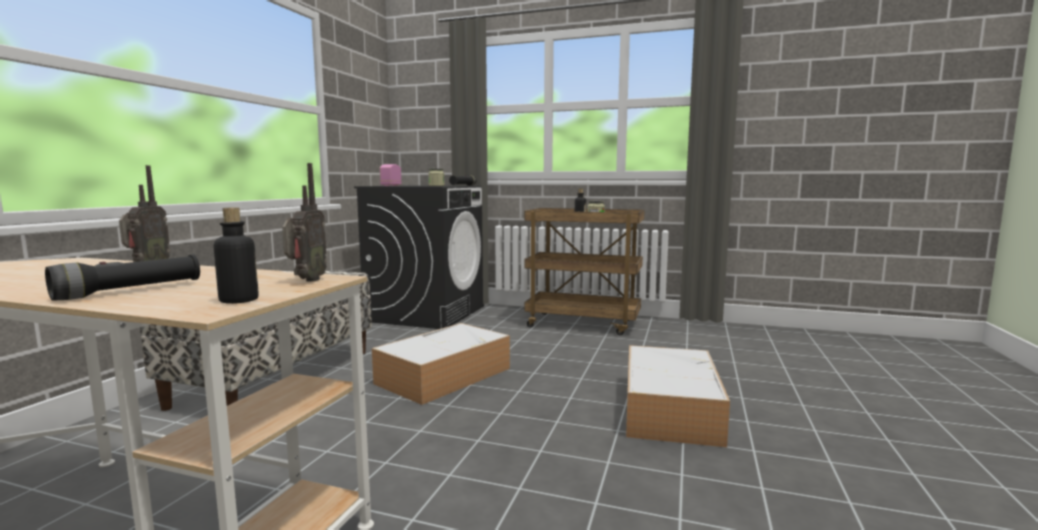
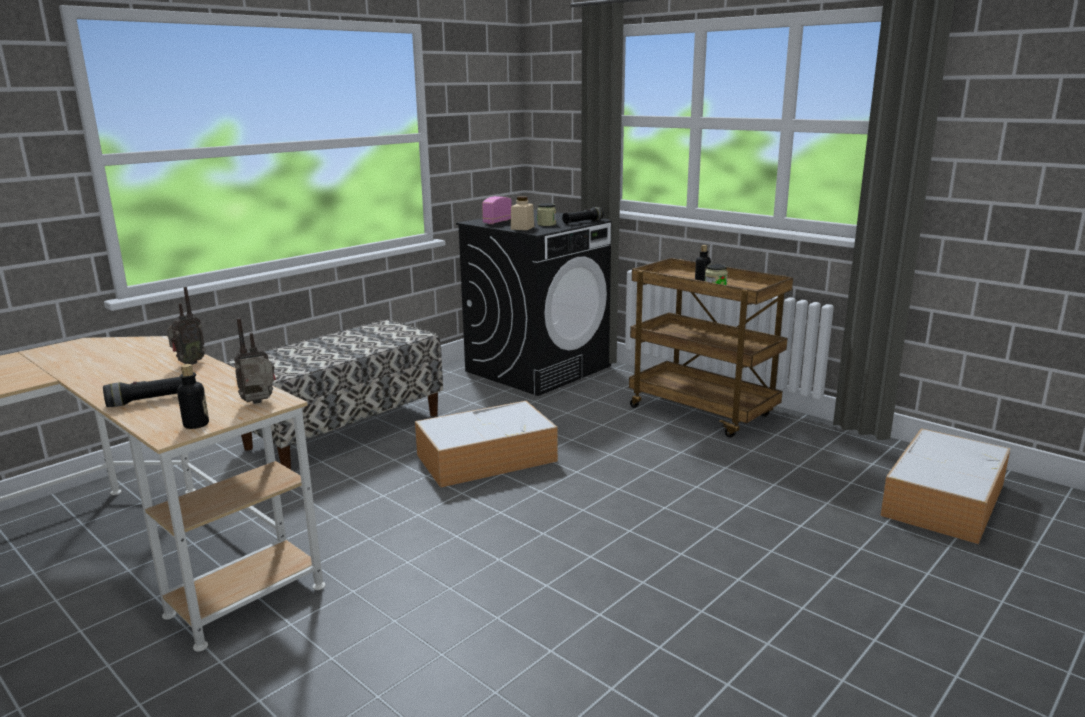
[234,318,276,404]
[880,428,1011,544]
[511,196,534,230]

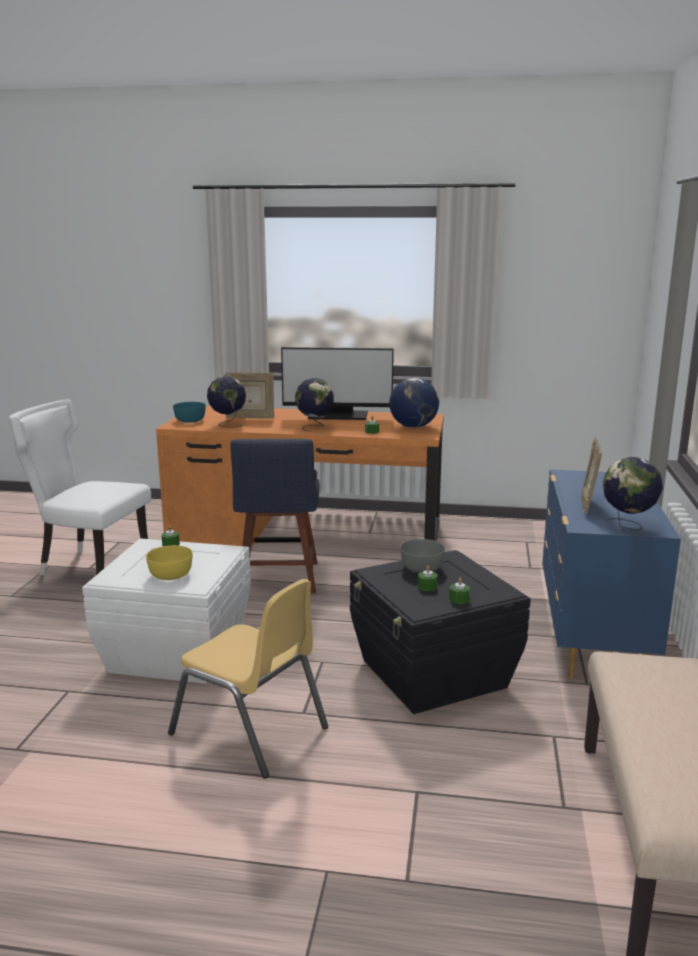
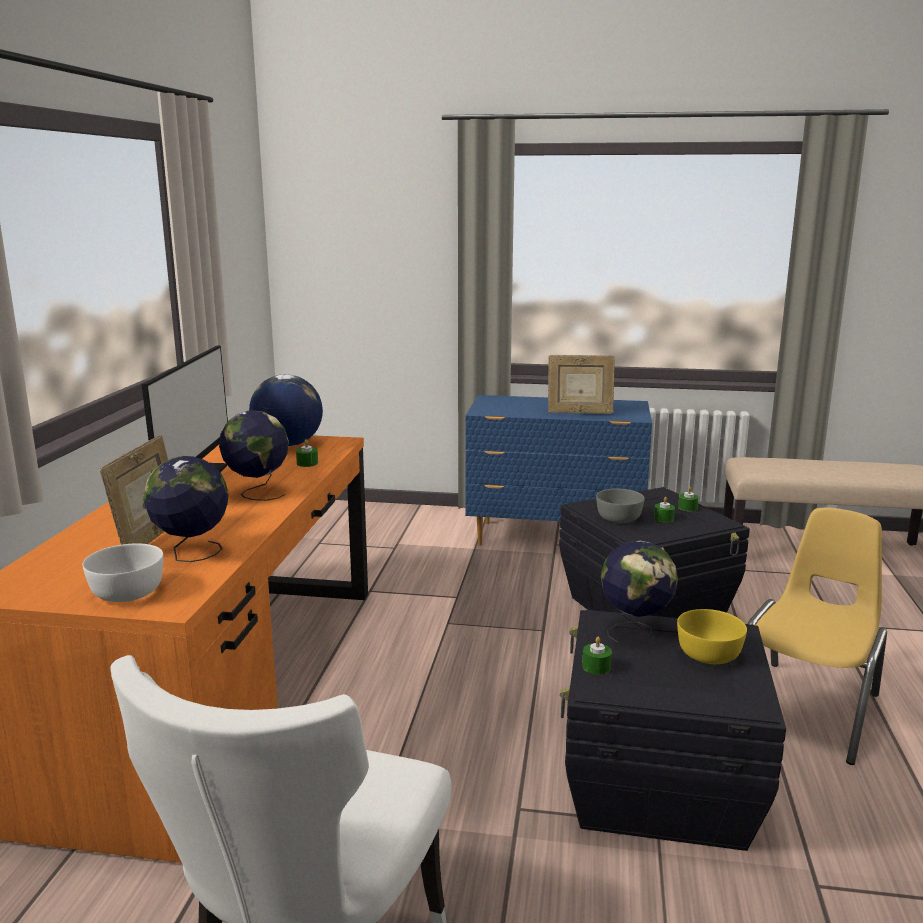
[83,543,163,602]
[230,439,320,593] (first image)
[600,540,678,642]
[560,610,786,851]

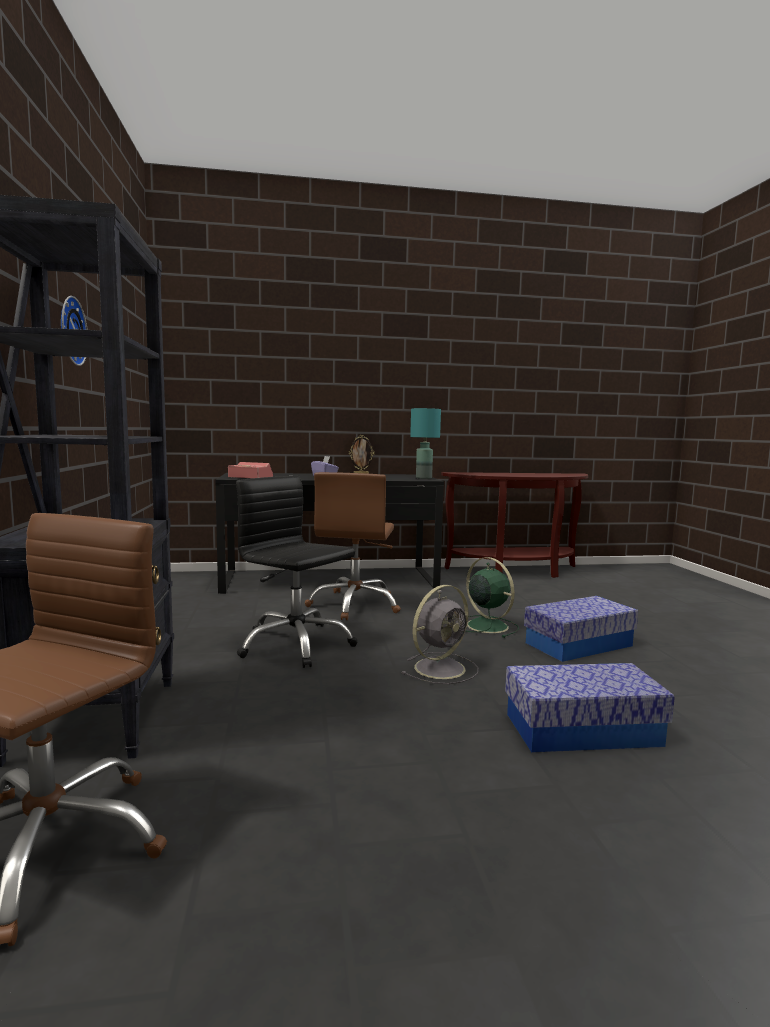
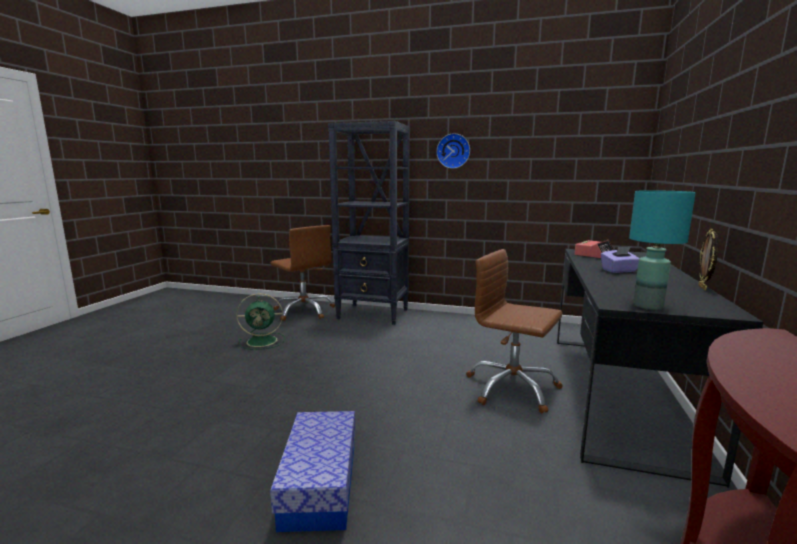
[236,476,358,668] (first image)
[237,293,285,350]
[401,585,478,684] (first image)
[505,663,675,752] (first image)

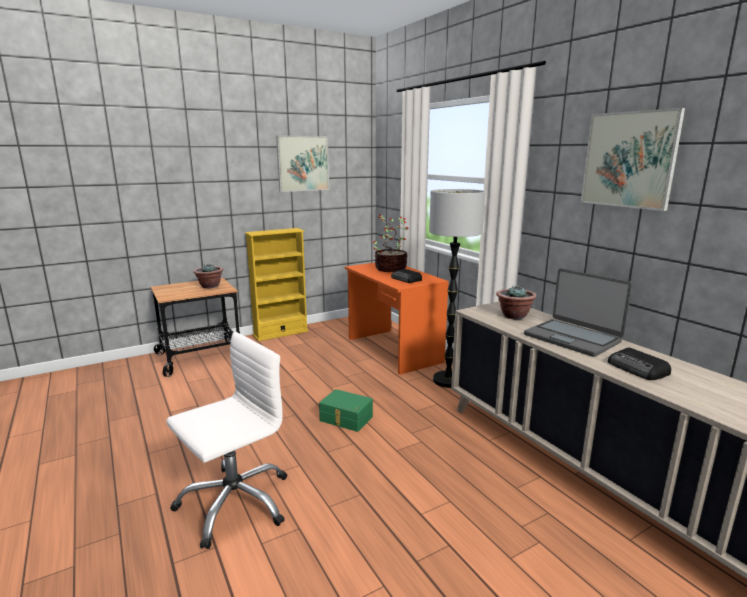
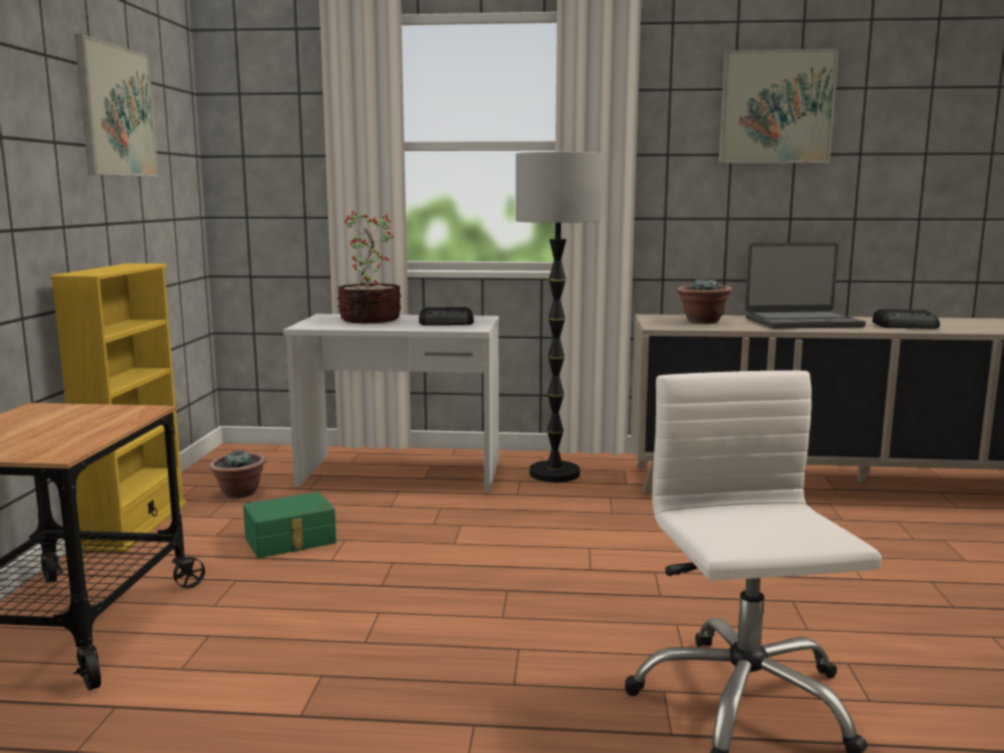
[209,449,266,498]
[283,314,499,492]
[243,492,337,558]

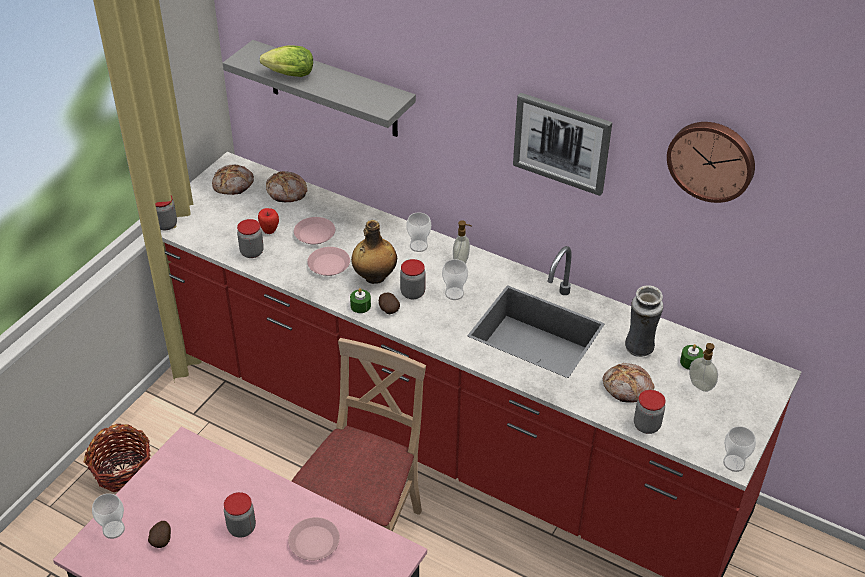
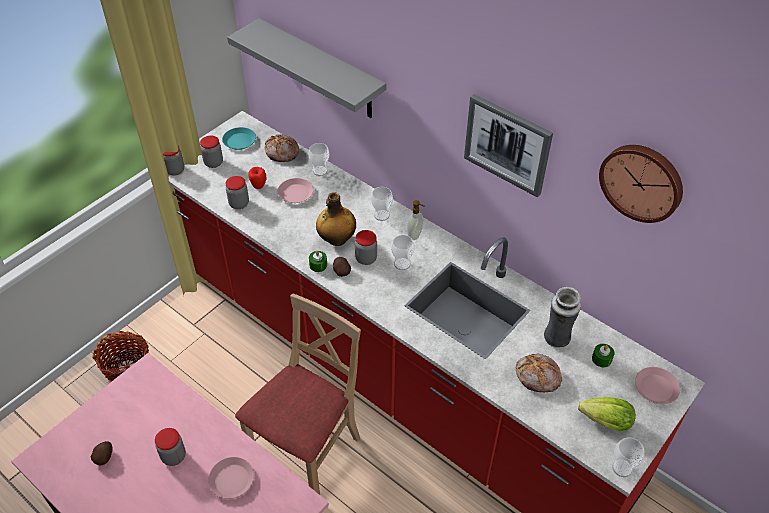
[578,397,636,431]
[222,127,256,150]
[635,367,680,404]
[689,343,718,392] (first image)
[200,136,223,168]
[308,143,330,176]

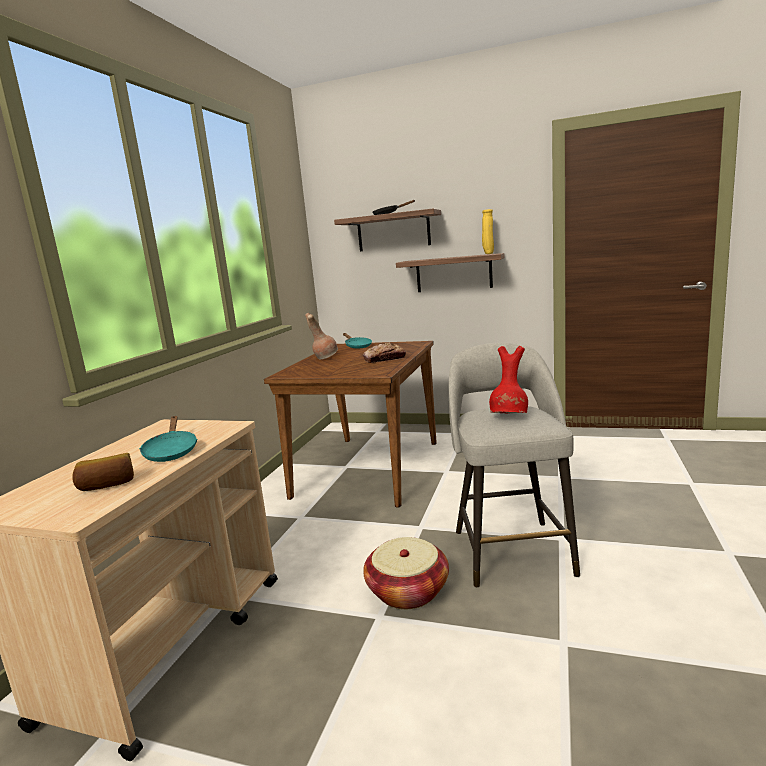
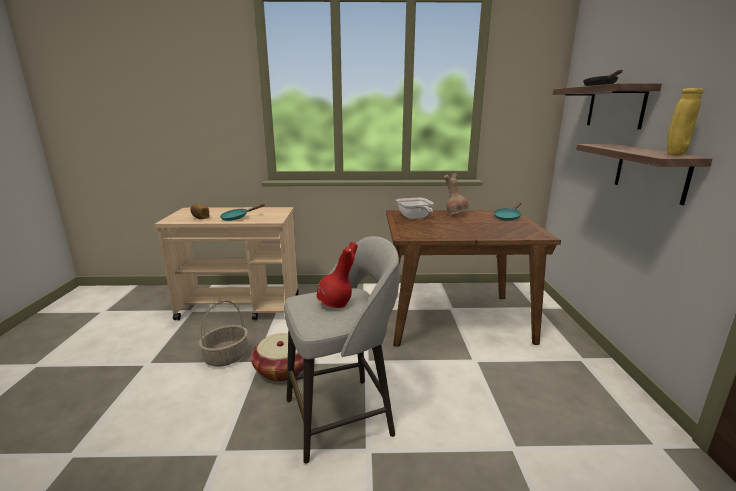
[363,343,406,363] (first image)
[396,198,434,219]
[199,300,248,367]

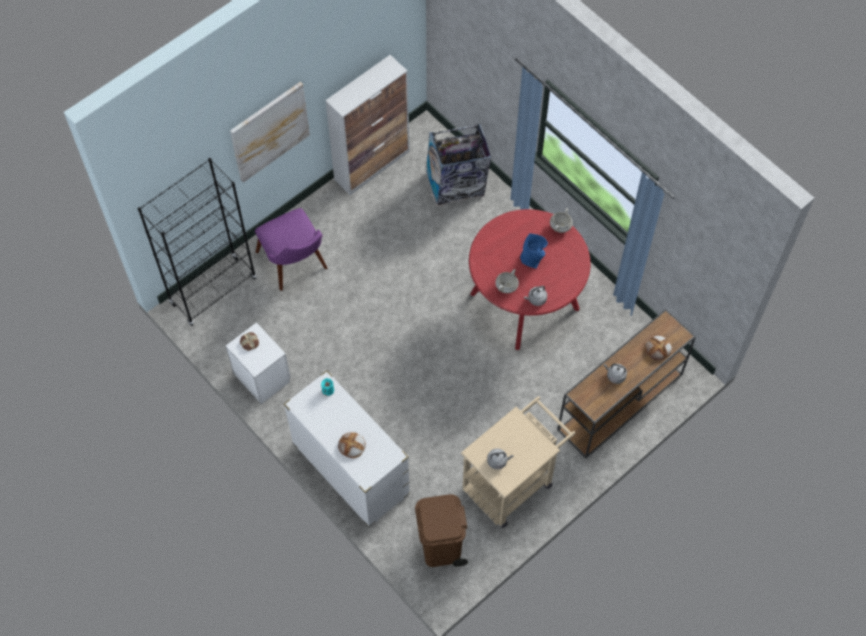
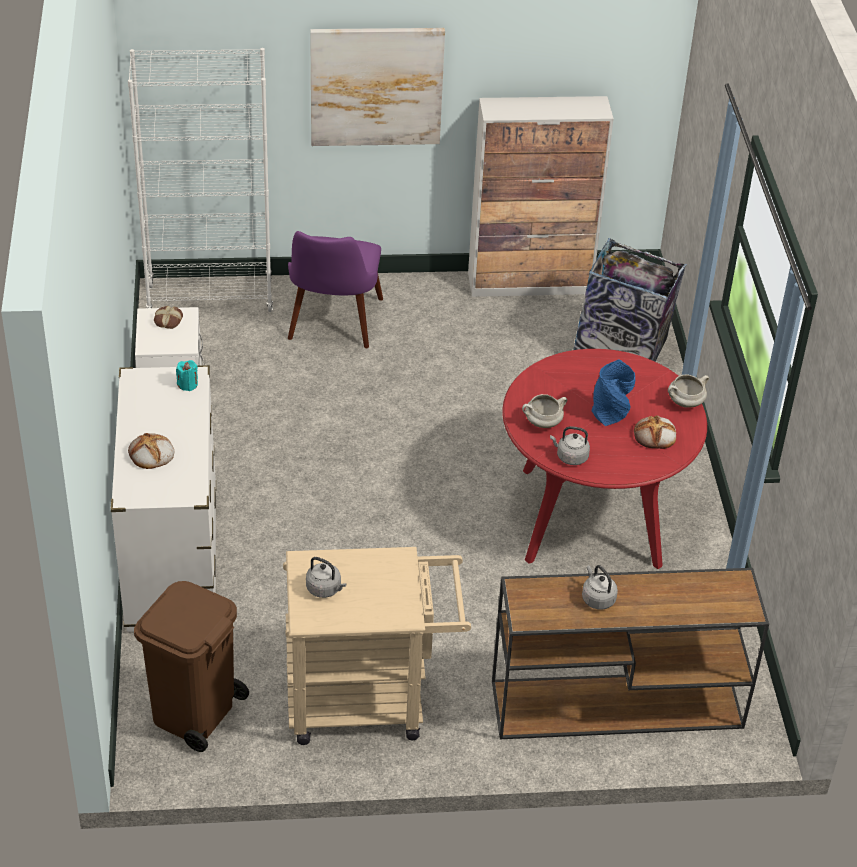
[128,48,273,312]
[634,415,676,449]

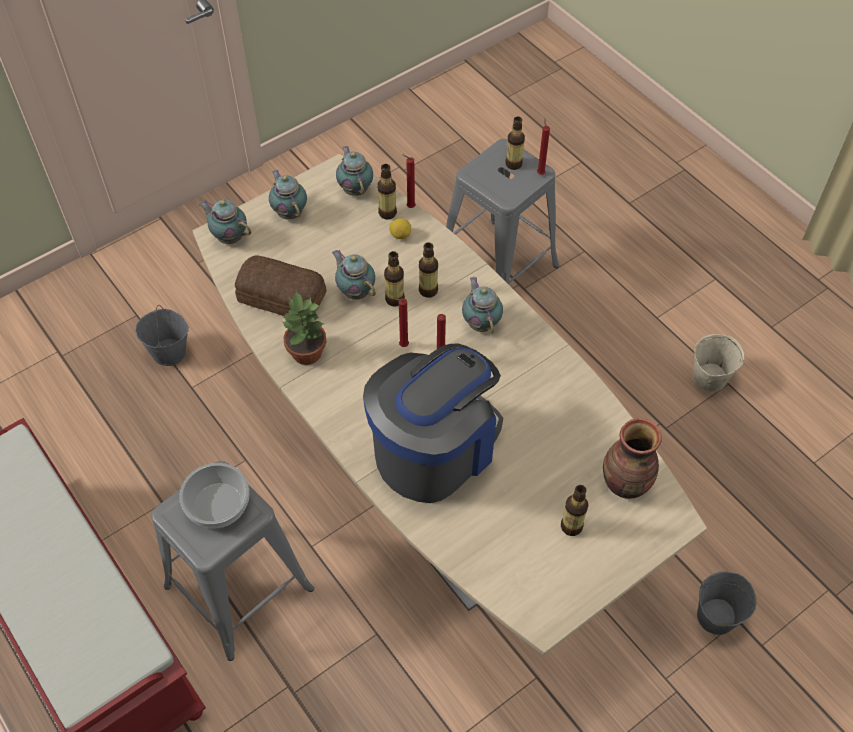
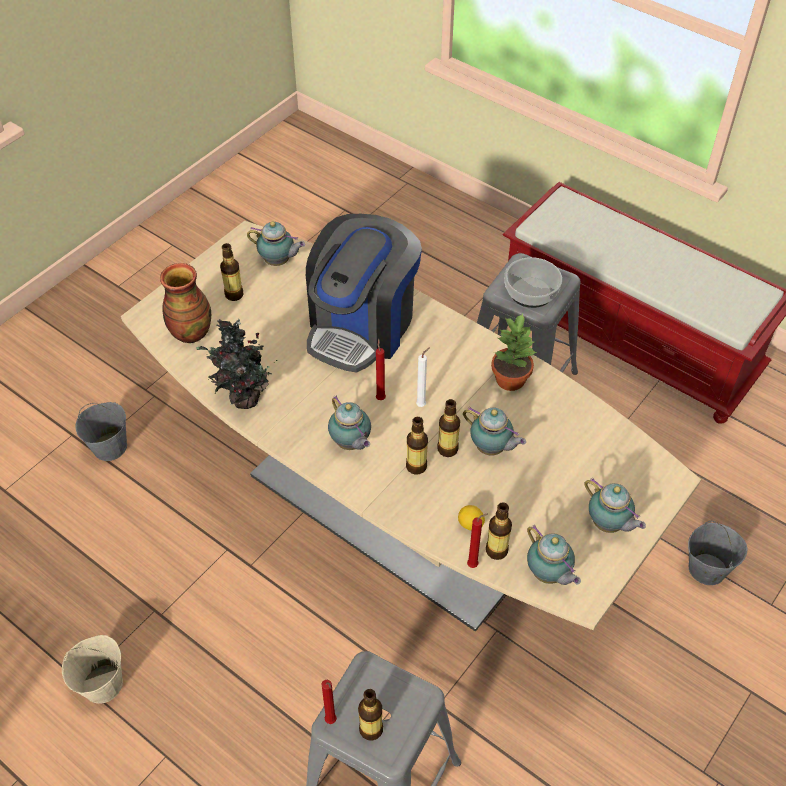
[247,221,305,266]
[235,255,326,316] (first image)
[416,348,429,407]
[196,318,277,409]

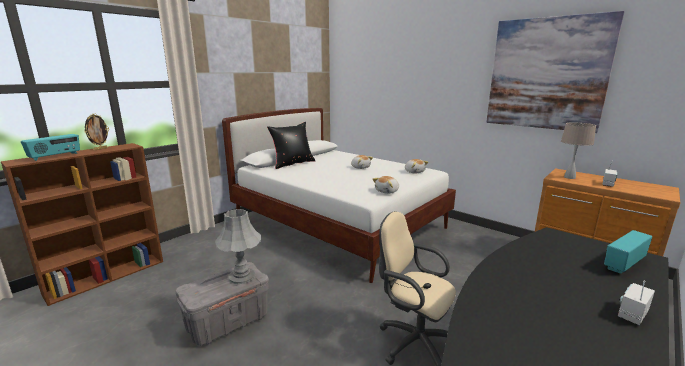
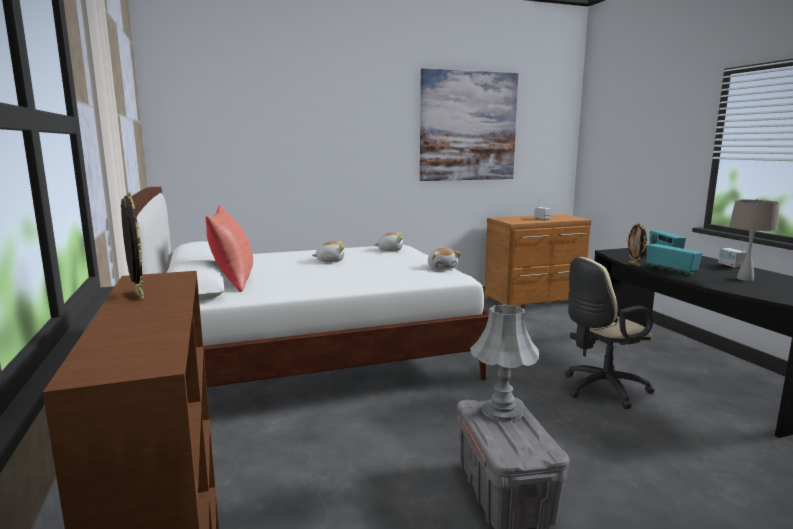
[205,205,253,292]
[729,199,779,281]
[646,244,702,275]
[627,222,647,267]

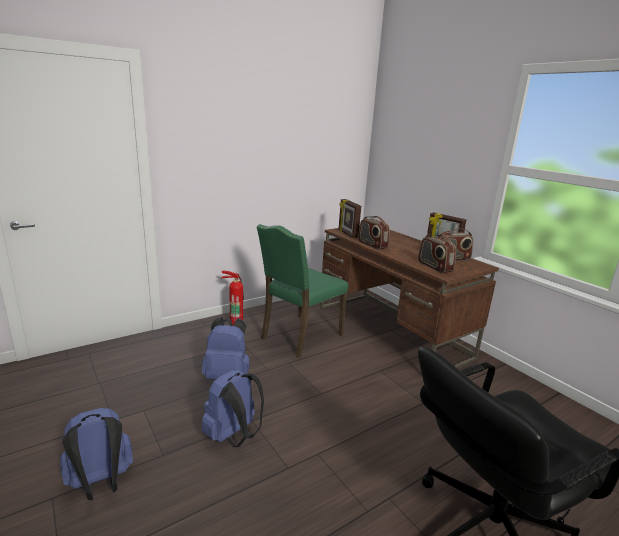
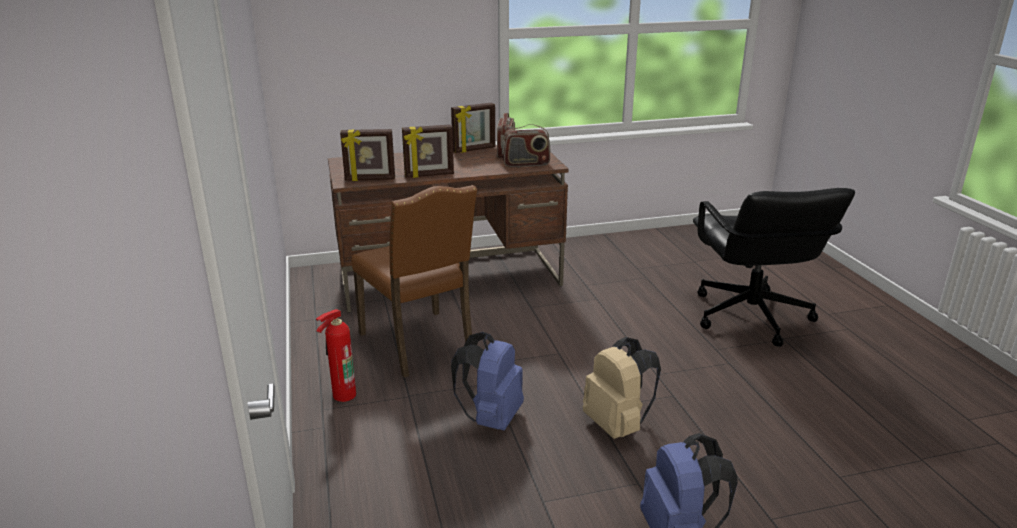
[402,124,454,178]
[351,185,477,378]
[583,337,661,439]

